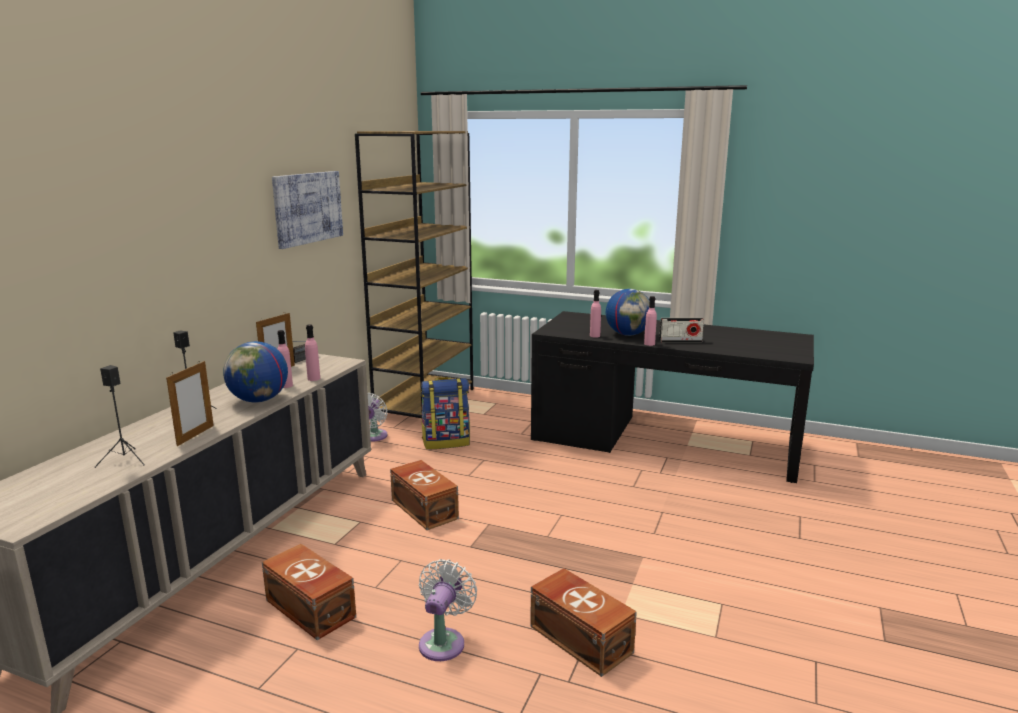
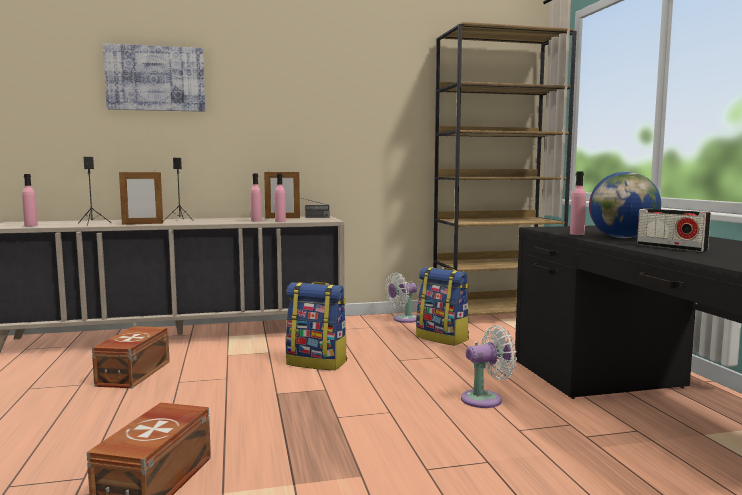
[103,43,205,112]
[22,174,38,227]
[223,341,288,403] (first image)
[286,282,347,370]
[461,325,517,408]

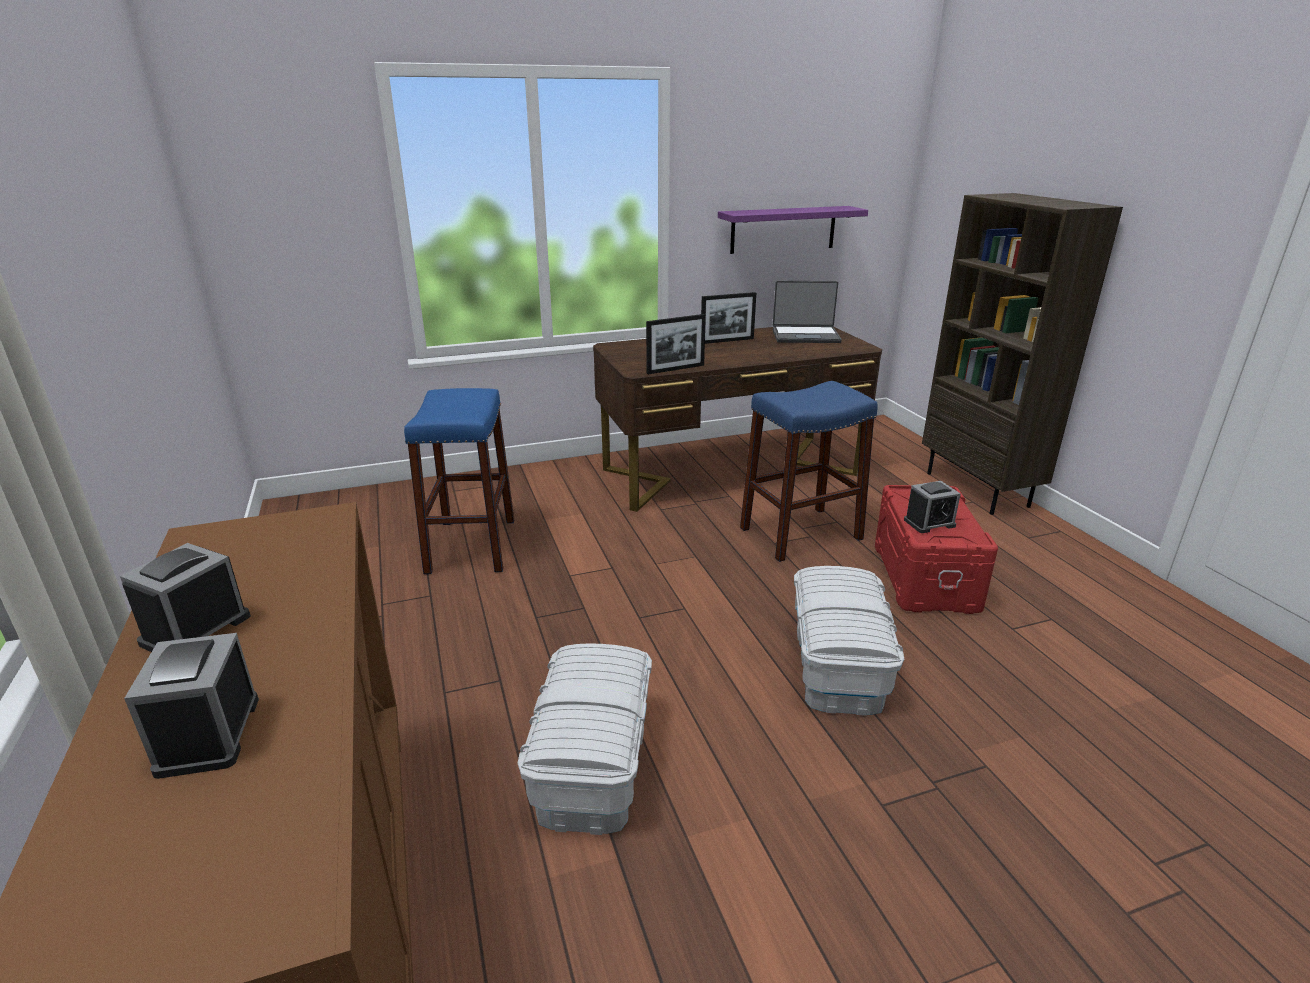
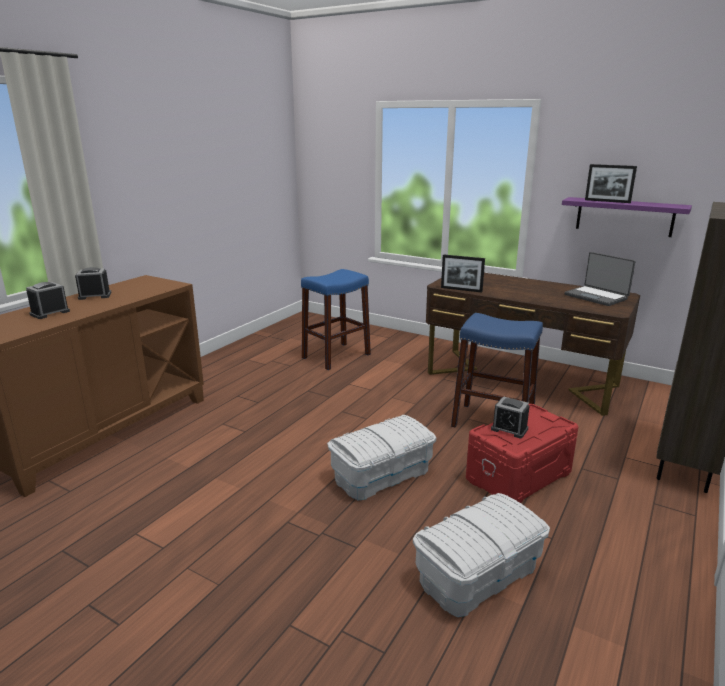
[585,164,637,203]
[413,493,550,617]

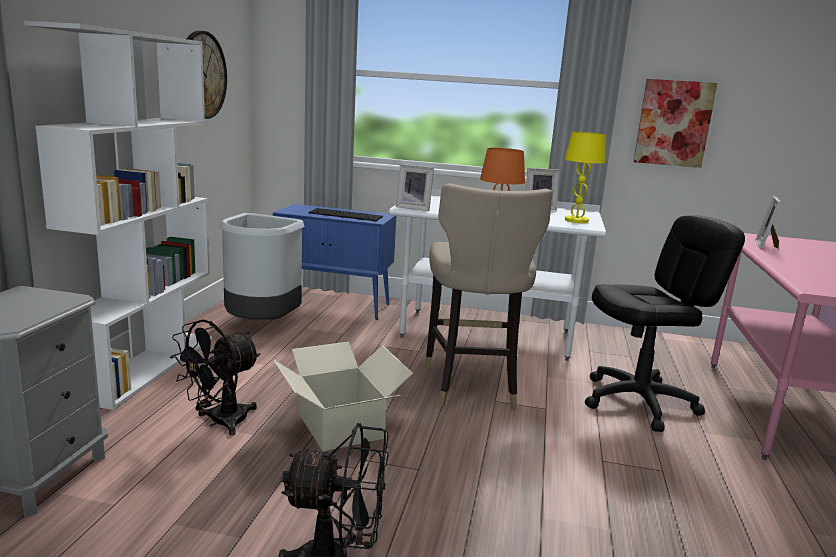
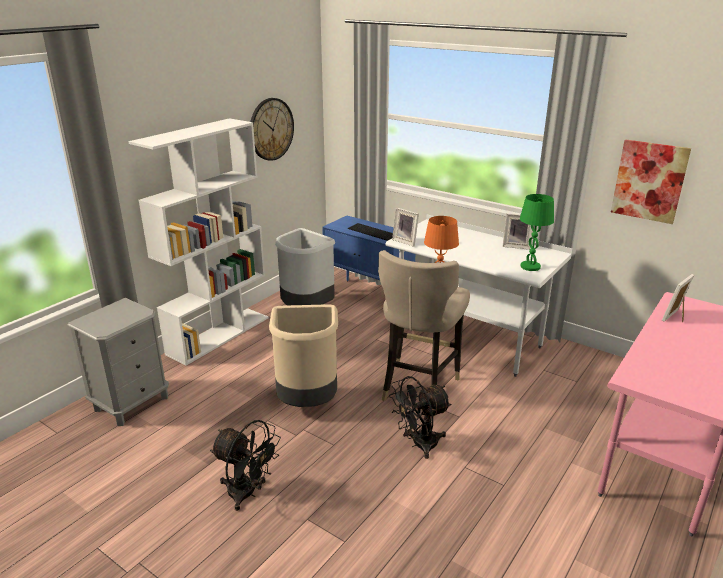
[520,194,554,271]
[585,215,745,432] (first image)
[389,376,451,459]
[269,304,338,407]

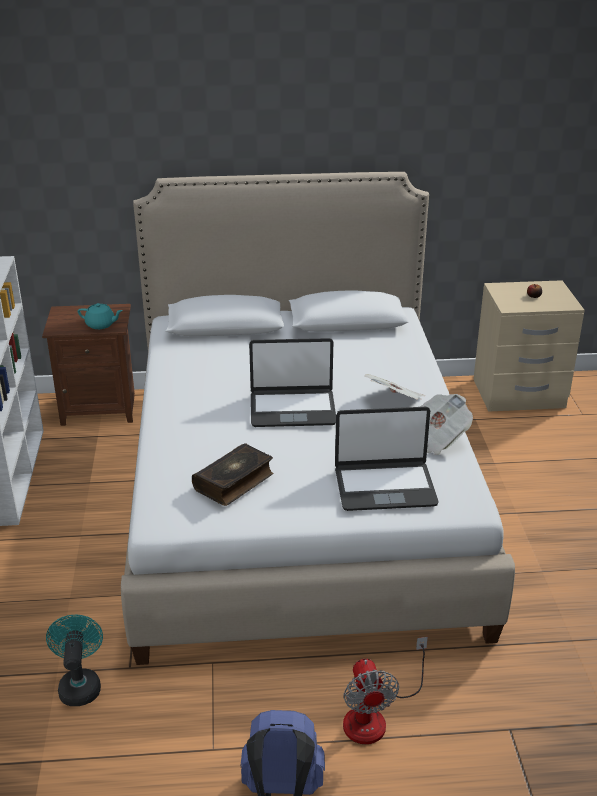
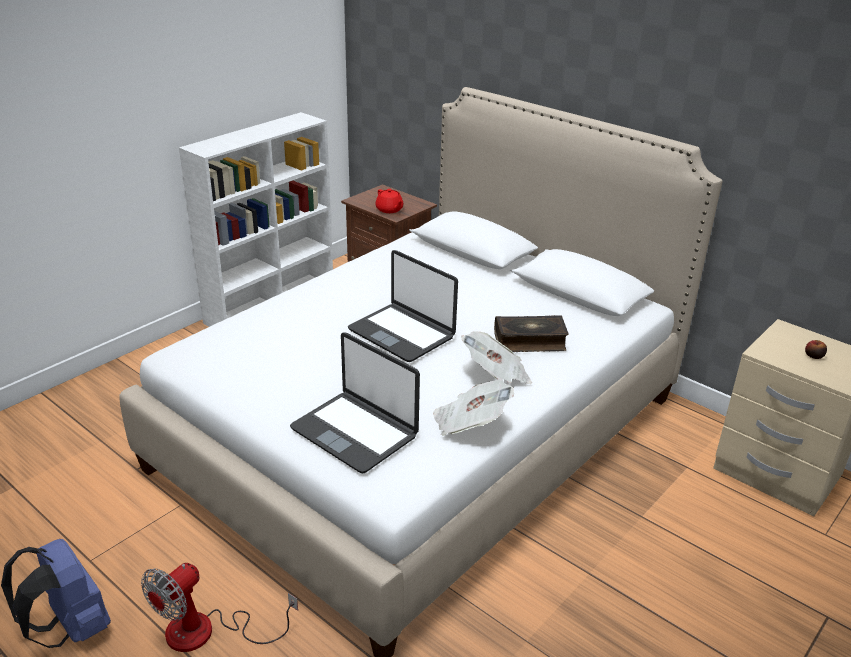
[375,189,403,213]
[494,315,568,352]
[46,615,103,706] (first image)

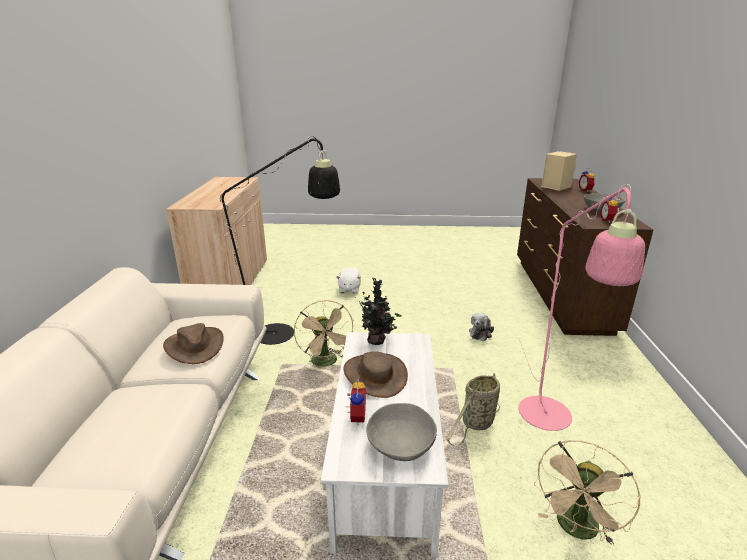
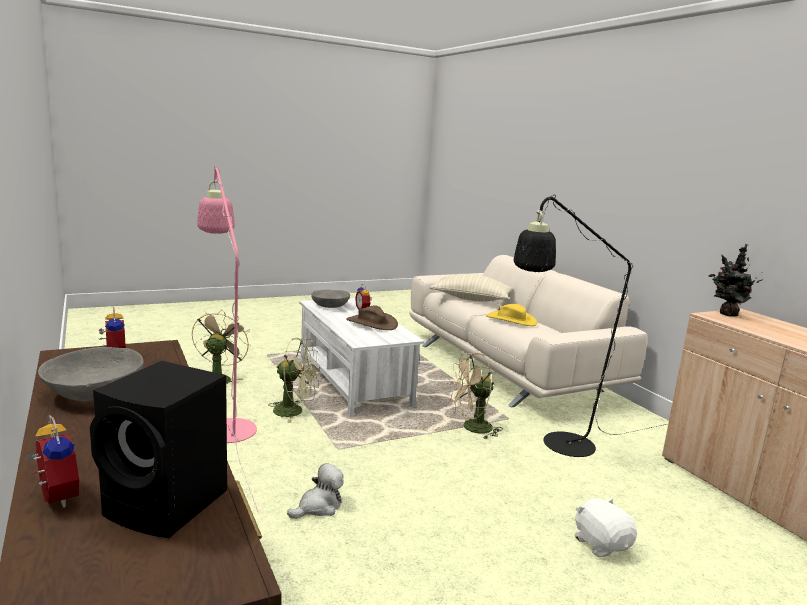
[90,361,227,538]
[709,244,763,317]
[449,353,503,439]
[287,463,344,519]
[486,304,537,326]
[269,337,320,423]
[430,274,514,302]

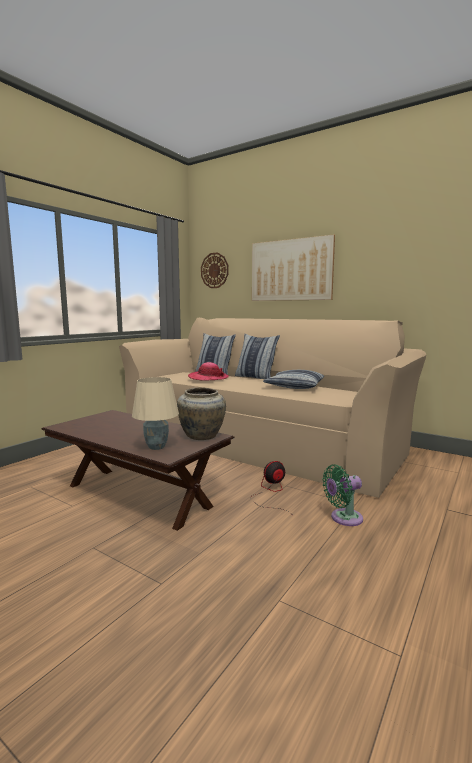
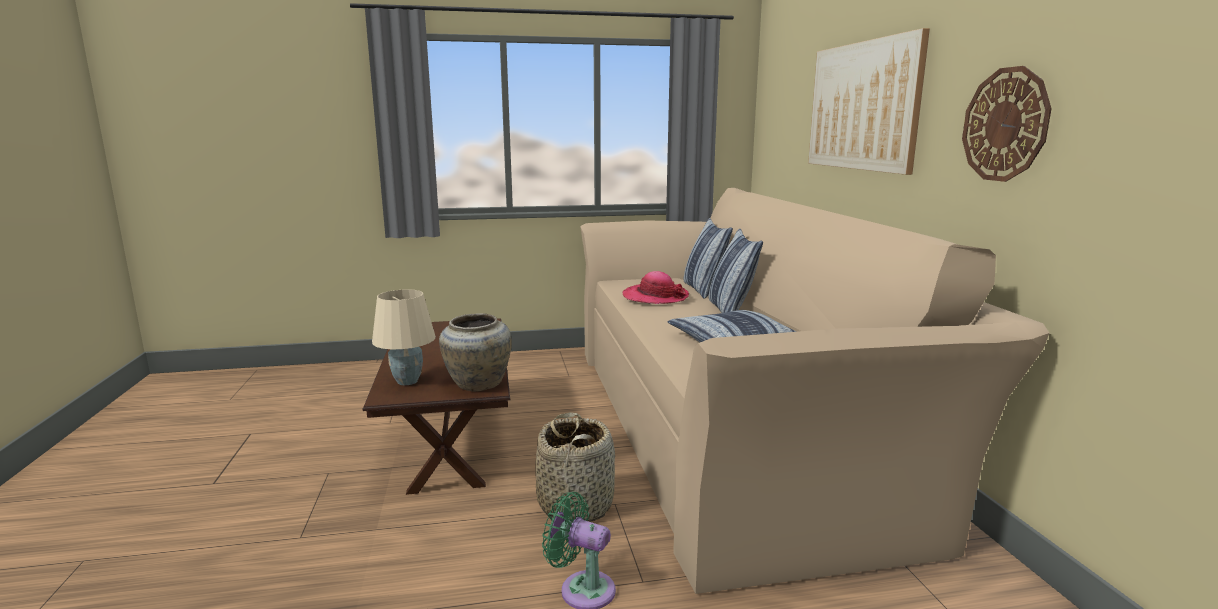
[962,66,1052,182]
[535,412,615,522]

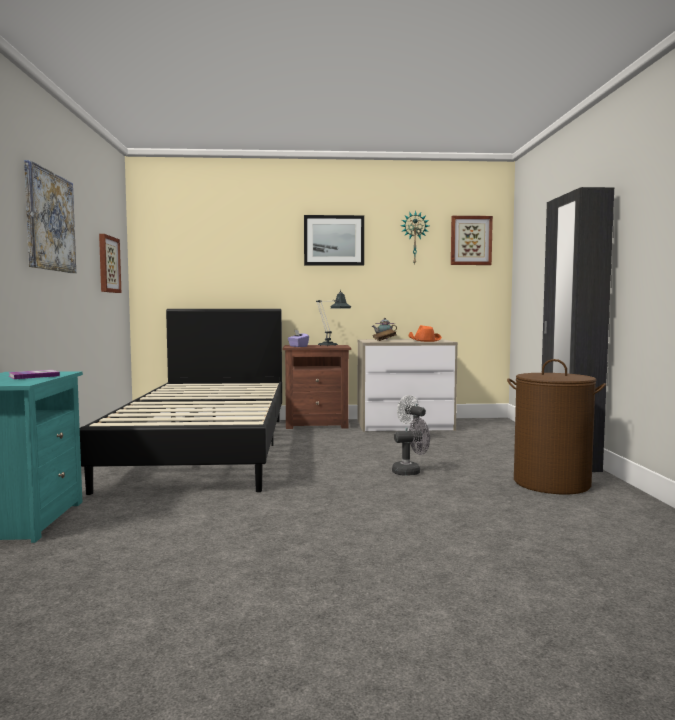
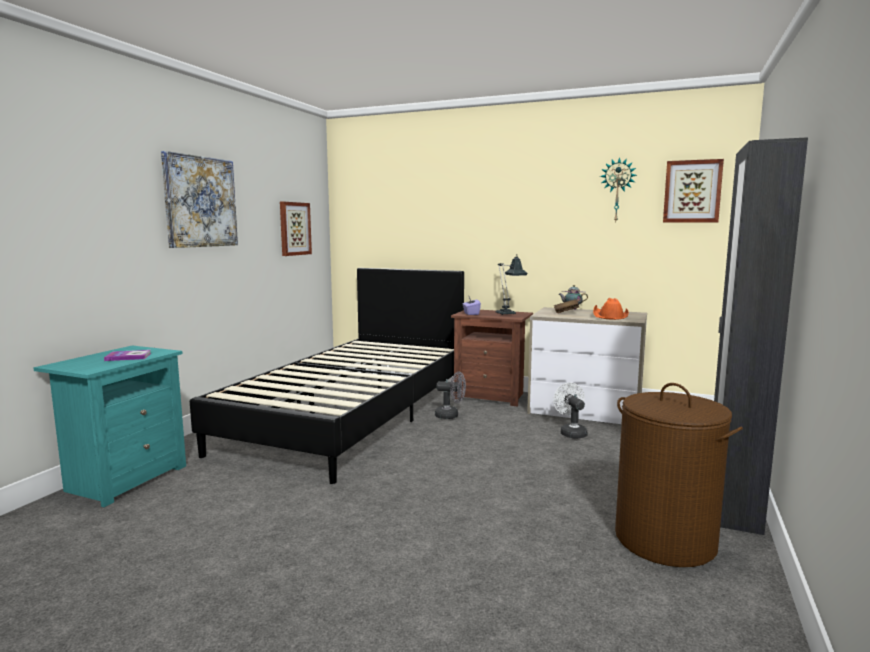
[304,215,364,266] (first image)
[435,372,466,419]

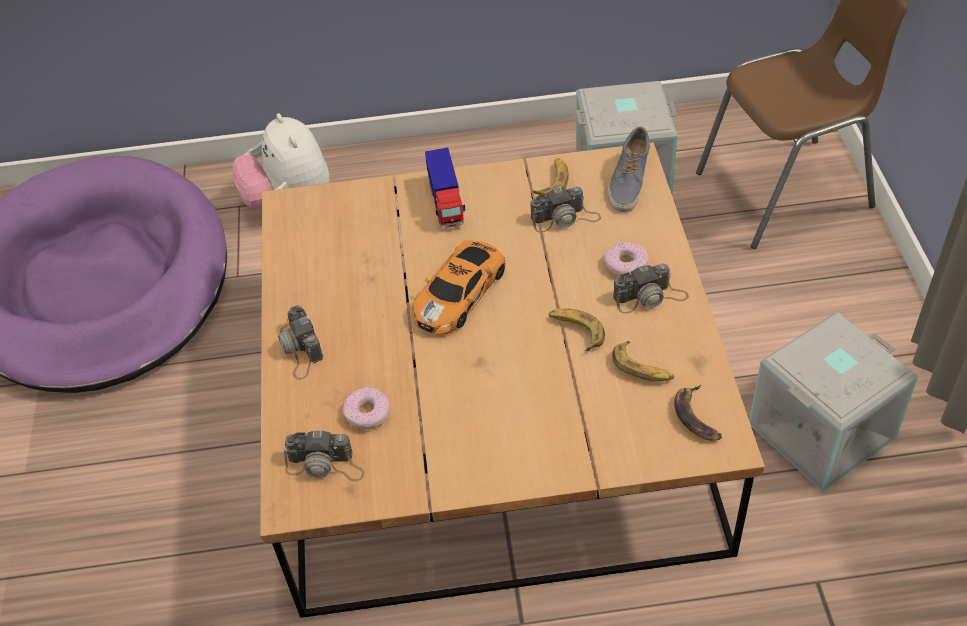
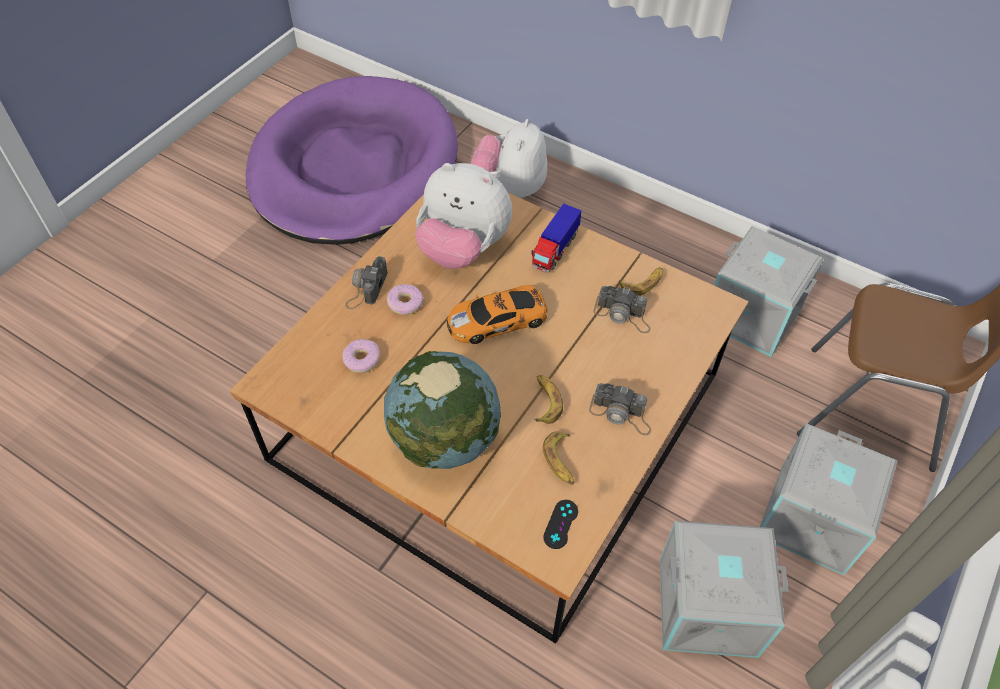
[608,127,650,212] (first image)
[387,284,424,315]
[543,500,578,549]
[284,430,365,482] (first image)
[415,163,512,269]
[384,351,501,469]
[760,423,898,575]

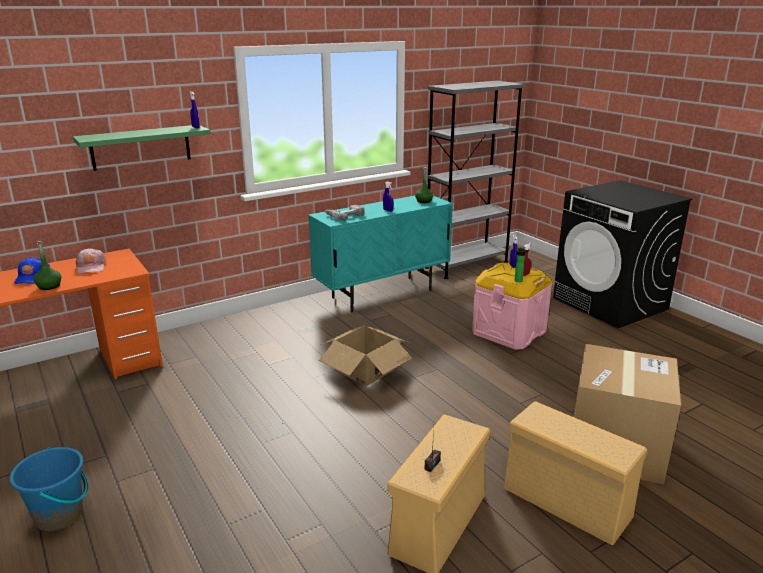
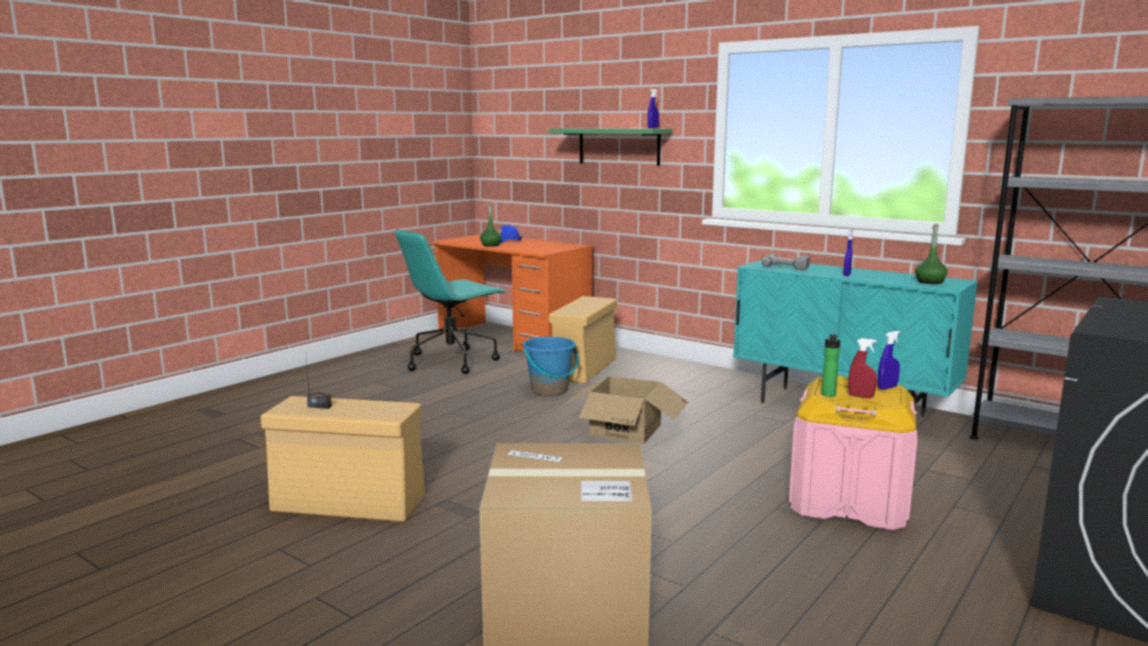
[76,248,106,274] (first image)
[549,296,617,384]
[522,337,578,396]
[395,229,506,374]

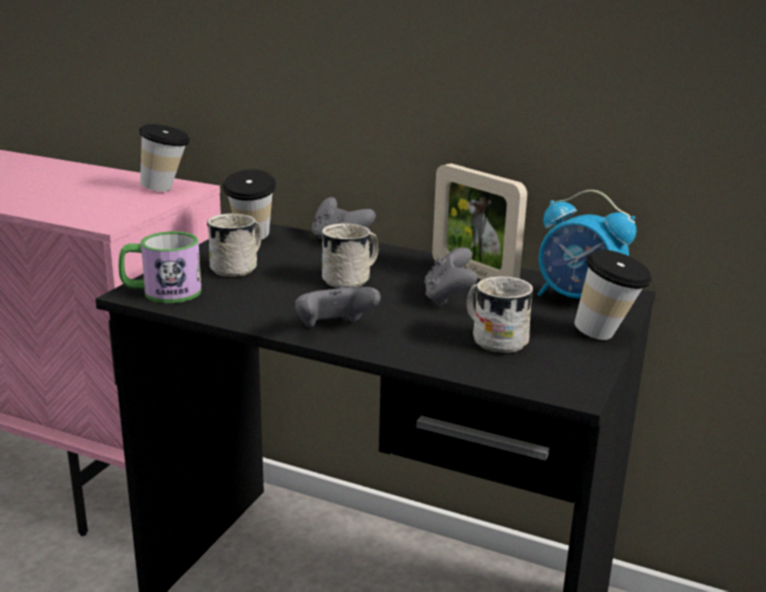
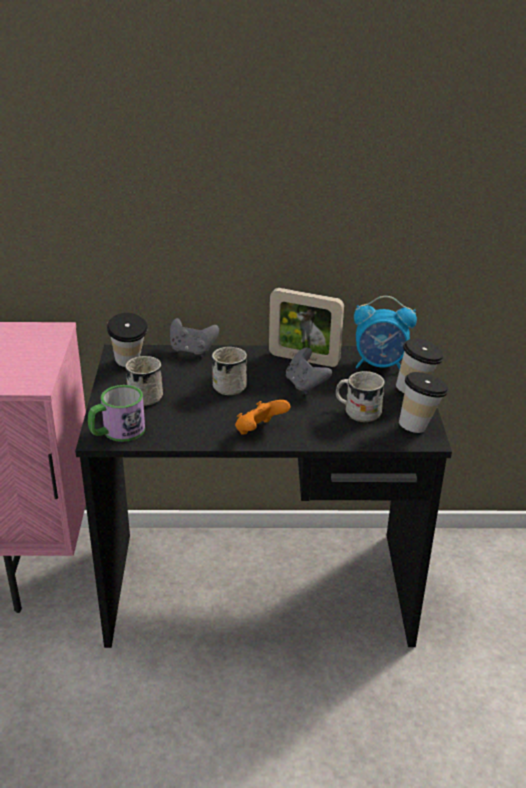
[399,372,448,433]
[235,400,290,434]

